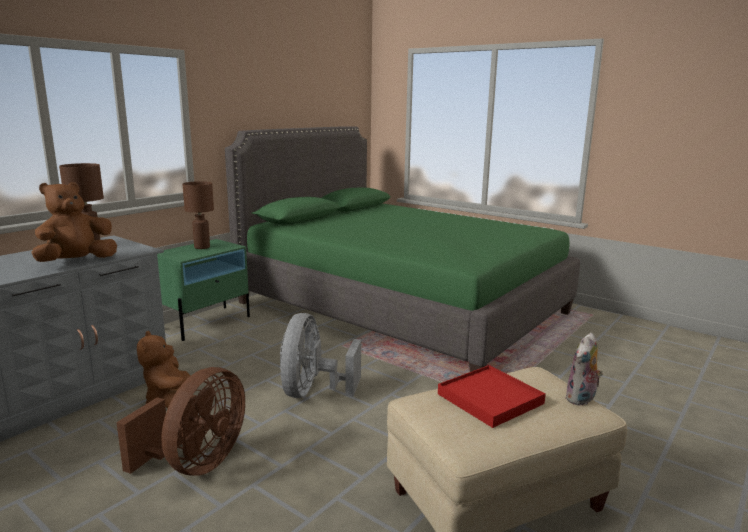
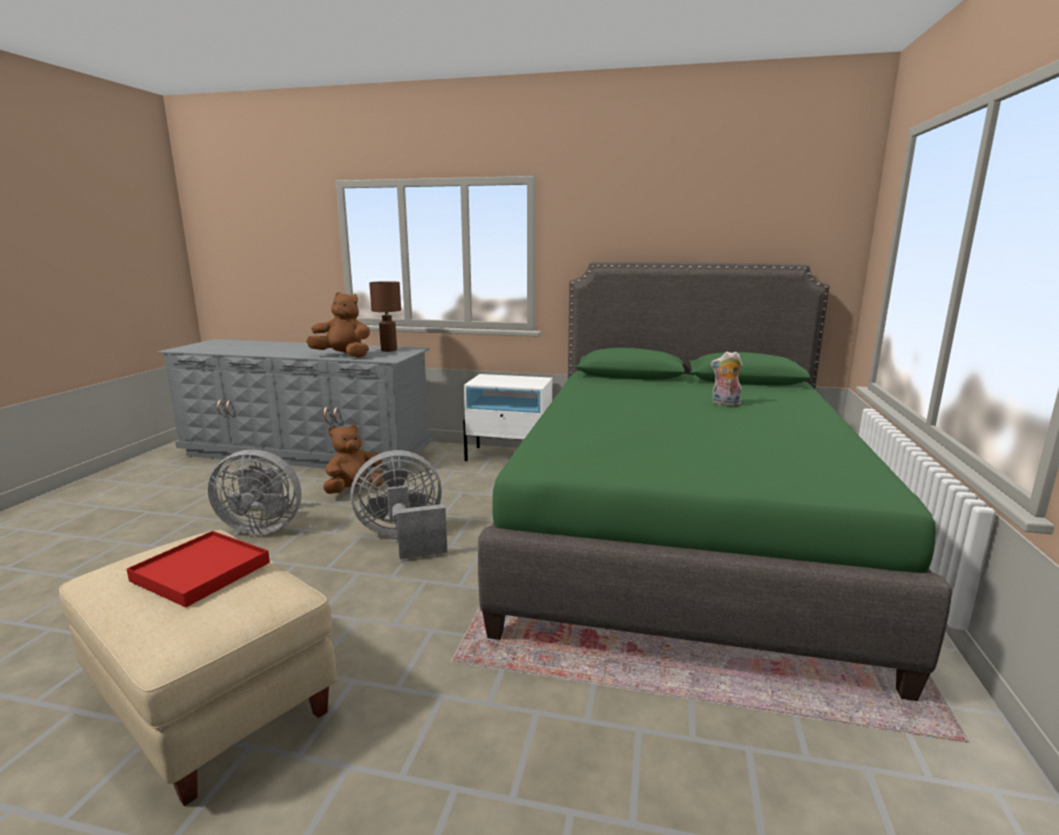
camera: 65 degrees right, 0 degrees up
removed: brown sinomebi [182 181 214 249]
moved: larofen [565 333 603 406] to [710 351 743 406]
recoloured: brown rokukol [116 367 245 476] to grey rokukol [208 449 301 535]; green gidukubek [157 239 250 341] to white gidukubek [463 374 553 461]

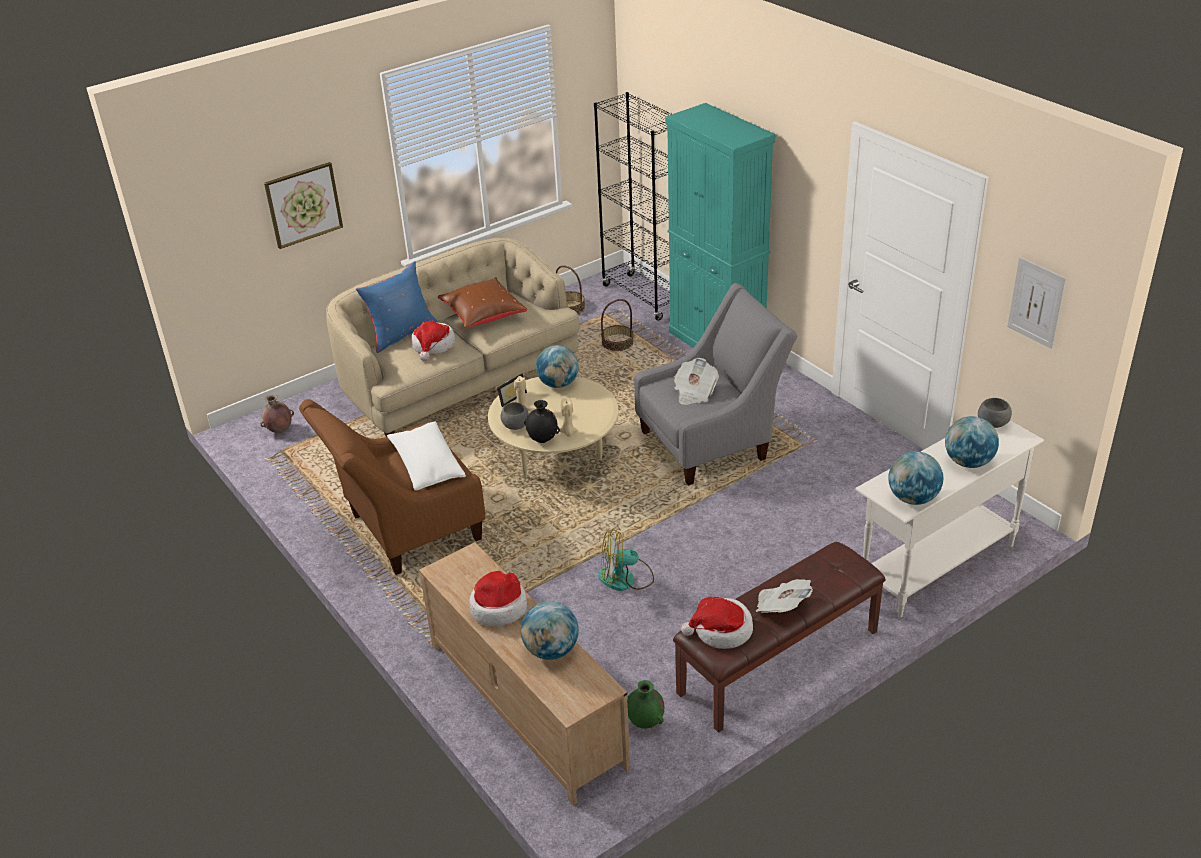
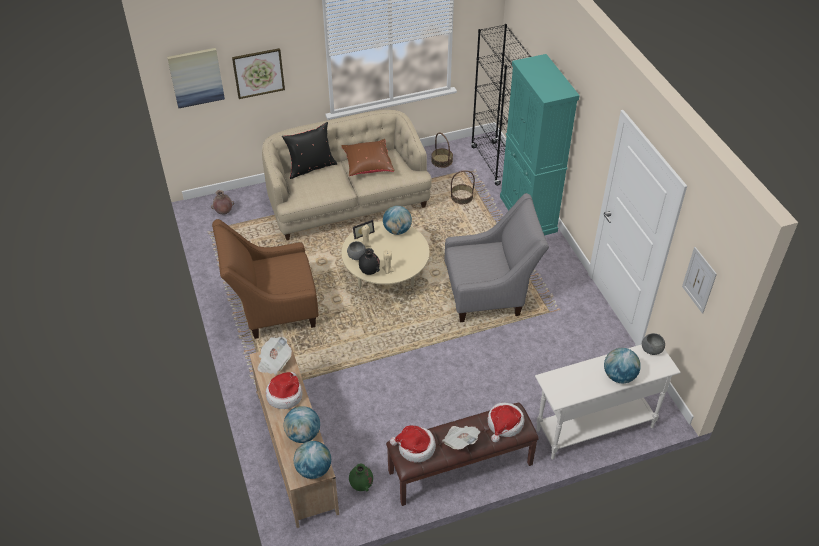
camera: 15 degrees right, 10 degrees up
removed: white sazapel [387 422 466 491]; rokukol [598 529 654 591]
added: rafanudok [167 48 225 108]
moved: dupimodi [674 358 719 405] to [257 337 292 375]; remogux [888 451 943 505] to [294 441 331 479]; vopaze [411 321 455 361] to [488 403 524 442]
recoloured: blue sazapel [356 261 438 353] to black sazapel [282 122 337 179]

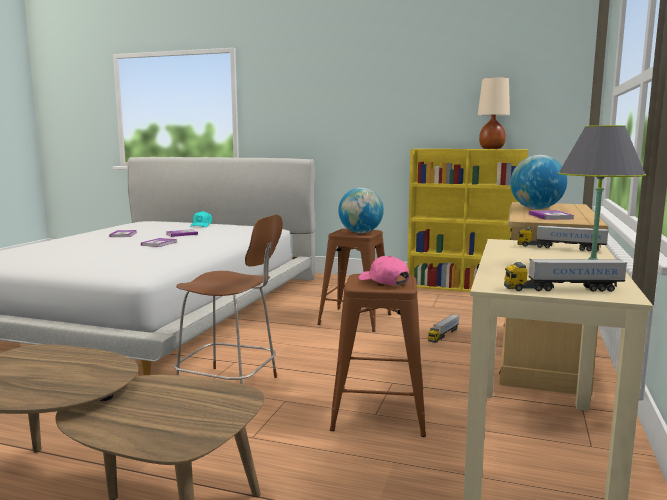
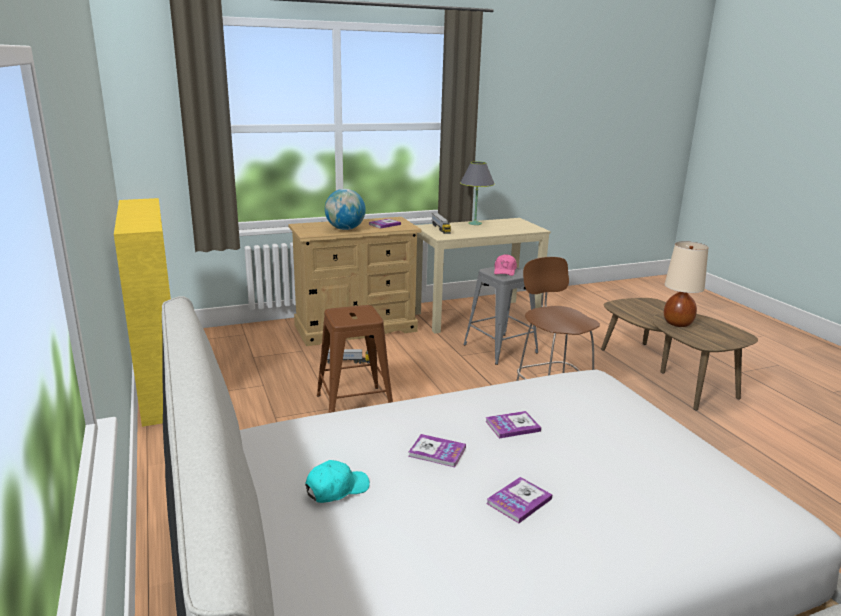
camera: 130 degrees left, 10 degrees up
removed: remogux [338 188 384 233]; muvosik [504 259 627 292]
moved: beige sinomebi [478 77 510 149] to [664 241 709 327]
recoloured: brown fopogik [330 274 426 437] to grey fopogik [463 267 538 365]

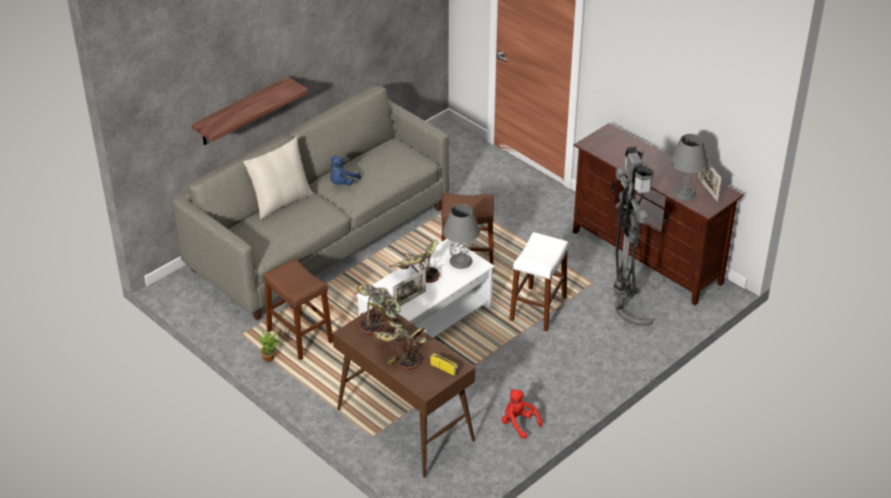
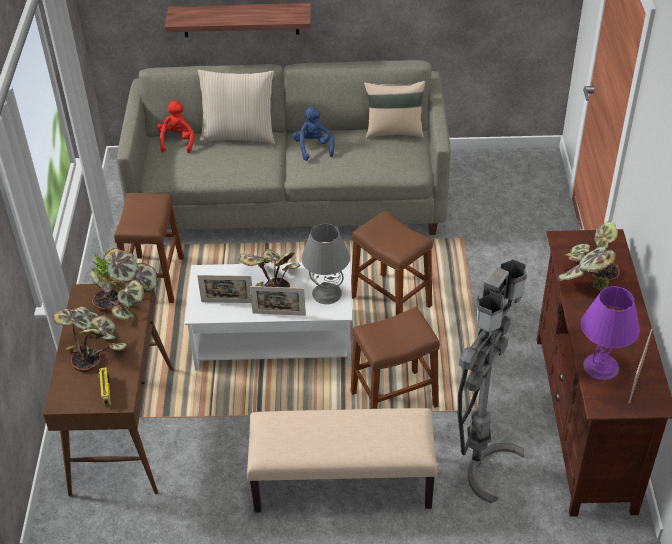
camera: 45 degrees right, 5 degrees up
added: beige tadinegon [247 408 437 512]; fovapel [250 286 306 316]; beige sazapel [364 81 425 139]; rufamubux [558 221 620 291]
moved: red larofen [501 389 543 439] to [157 101 194 153]
recoloured: white fopogik [509 232 568 332] to brown fopogik [351 307 440 409]; grey sinomebi [670 134 708 200] to purple sinomebi [581 286 640 380]
turned: blue larofen [330 156 361 185] = [292 107 334 161] 90 degrees clockwise

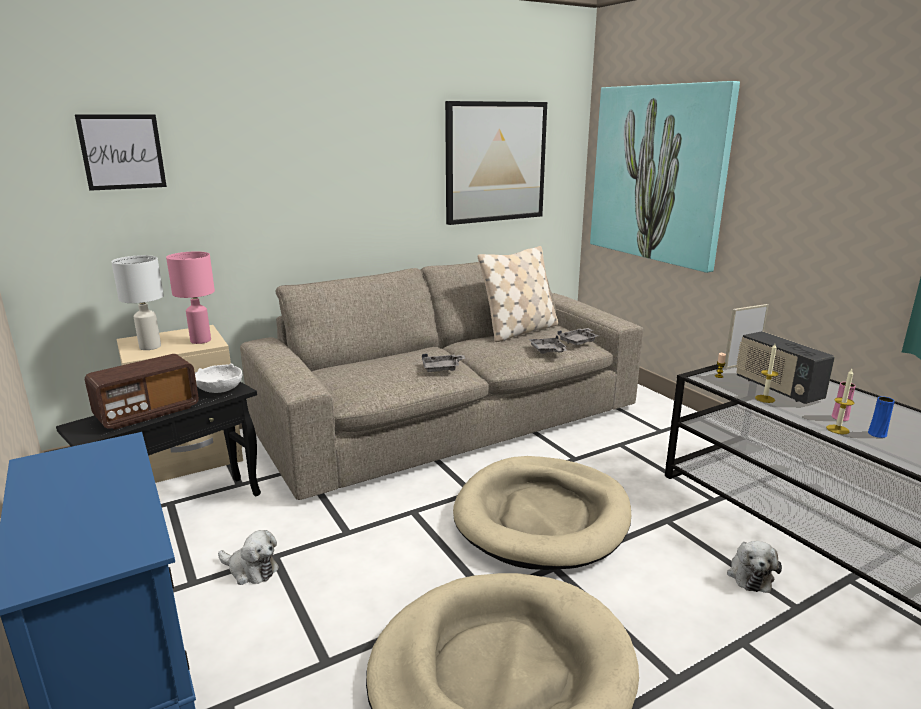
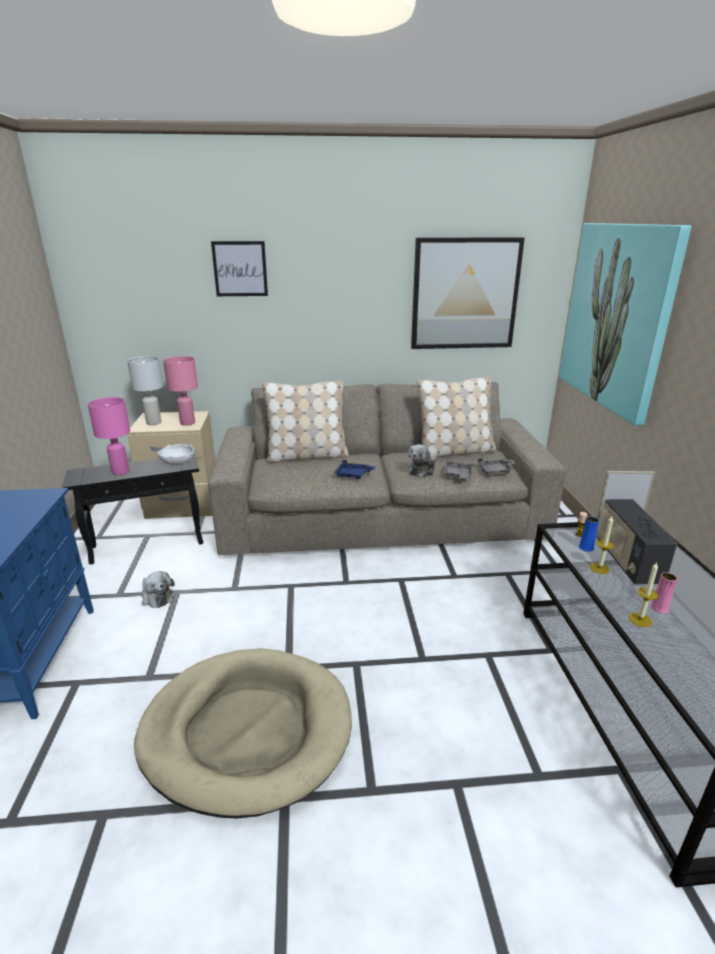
camera: 25 degrees right, 5 degrees up
removed: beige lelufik [453 456 631 570]
added: beige sazapel [262 380 349 463]
moved: rafanudok [75 114 167 191] to [211 241 268 296]; larofen [727 541 782 593] to [408 444 437 478]; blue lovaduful [868 396 895 438] to [579 517 599 552]
replaced: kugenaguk [85 354 199 430] to pink sinomebi [88 397 130 475]
recoloured: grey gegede [422 353 465 372] to blue gegede [334 460 376 479]

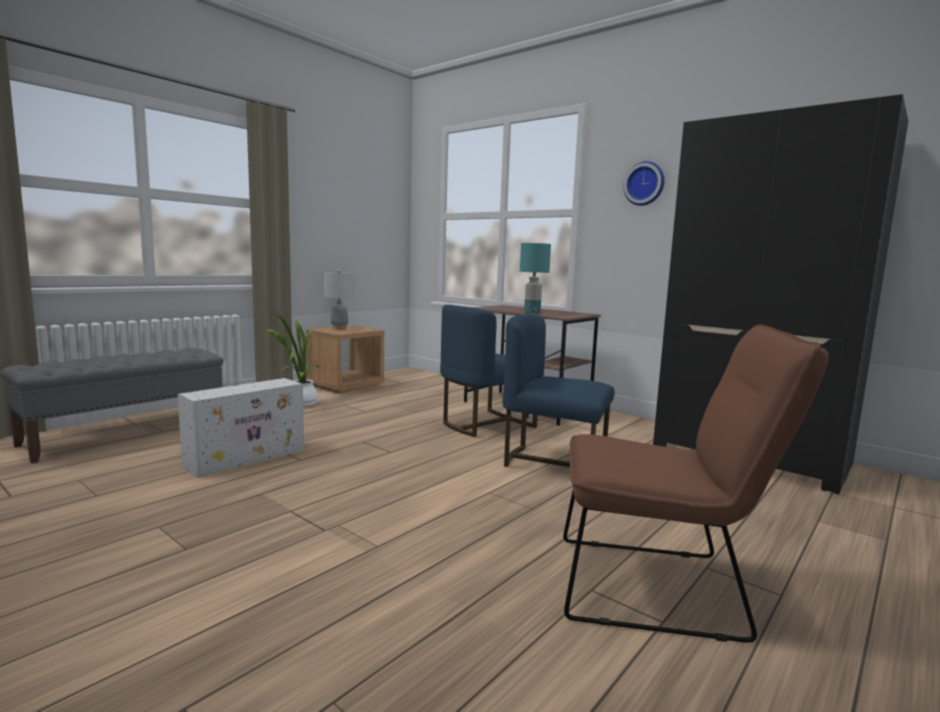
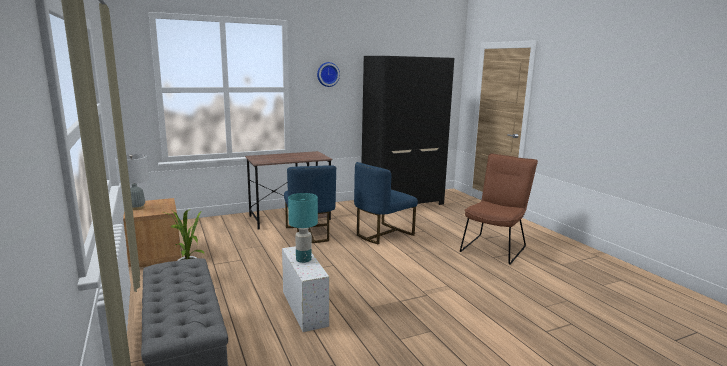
camera: 65 degrees left, 5 degrees up
moved: turquoise sinomebi [520 243 551 313] to [288 193 318 263]

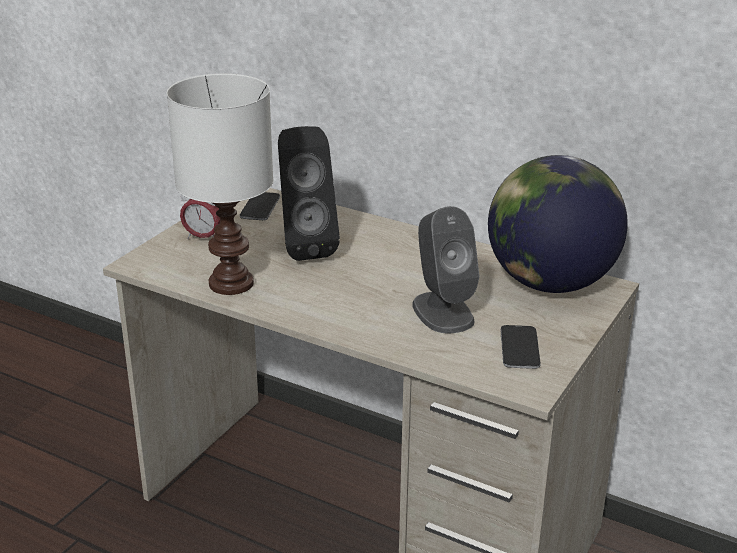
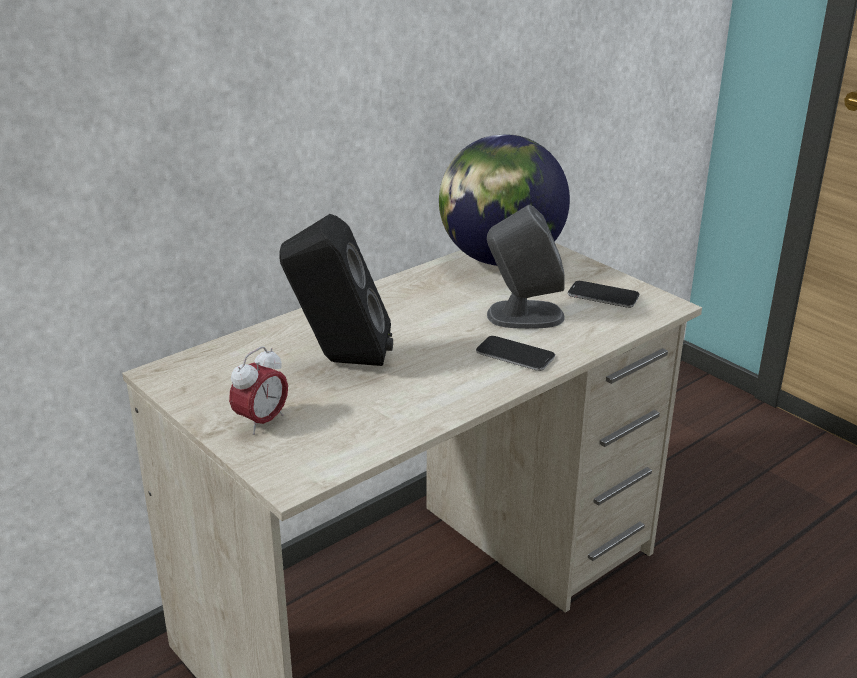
camera: 70 degrees left, 0 degrees up
removed: white sinomebi [167 74 274 295]
moved: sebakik [240 192 280 220] to [476 336 555 371]

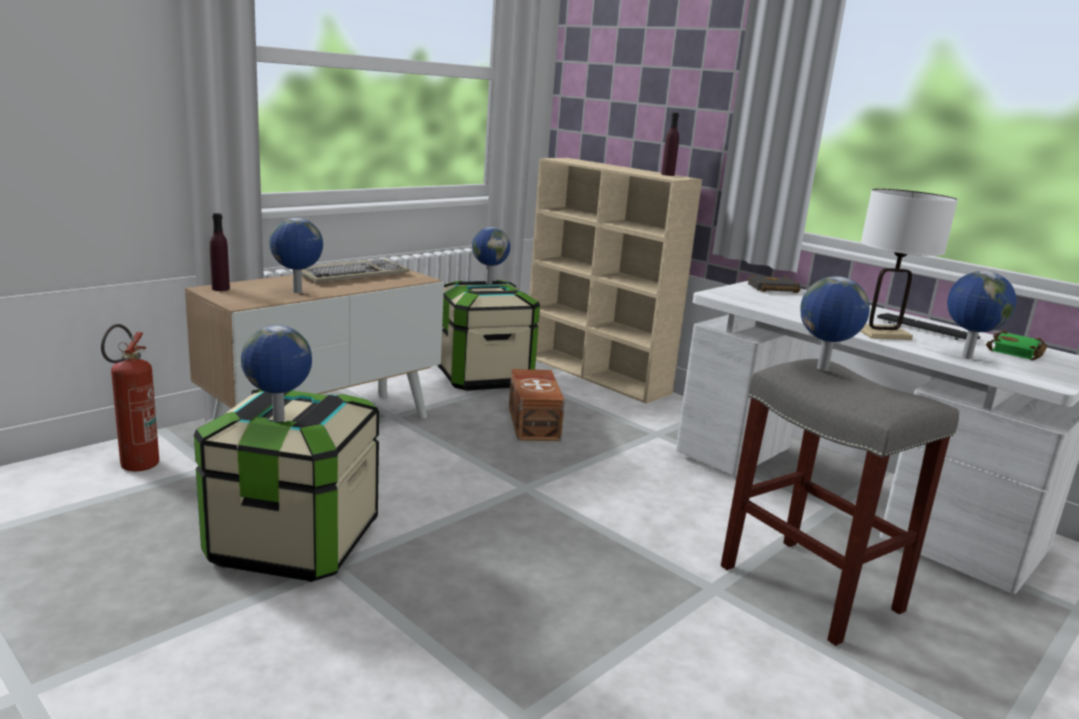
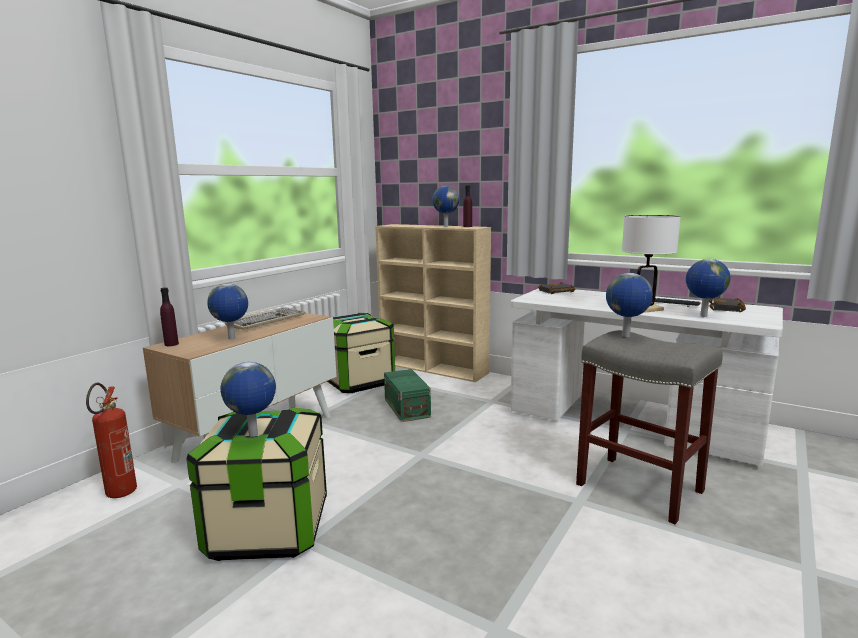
camera: 10 degrees left, 5 degrees down
moved: remogux [472 227 511 284] to [432 186 459 227]
recoloured: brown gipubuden [509 369 565 441] to green gipubuden [384 369 431 422]; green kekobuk [986 330 1047 360] to black kekobuk [709 297 746 312]

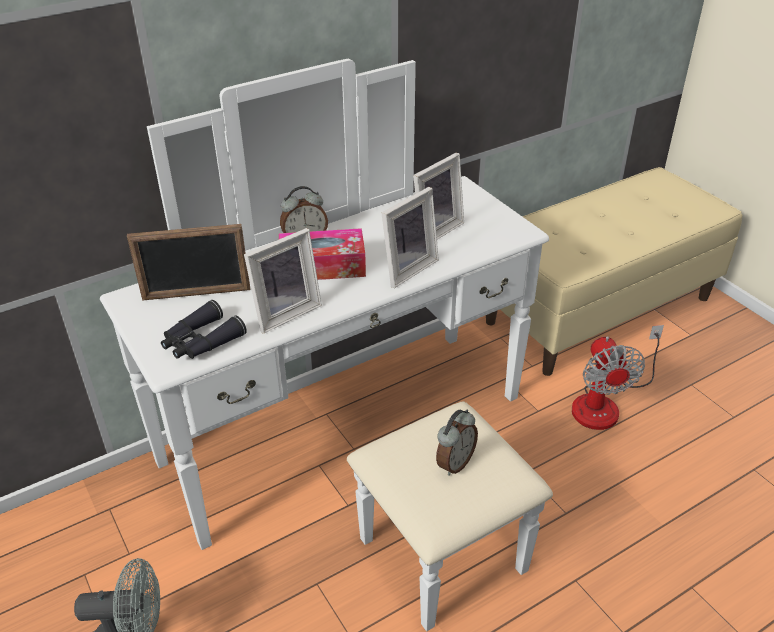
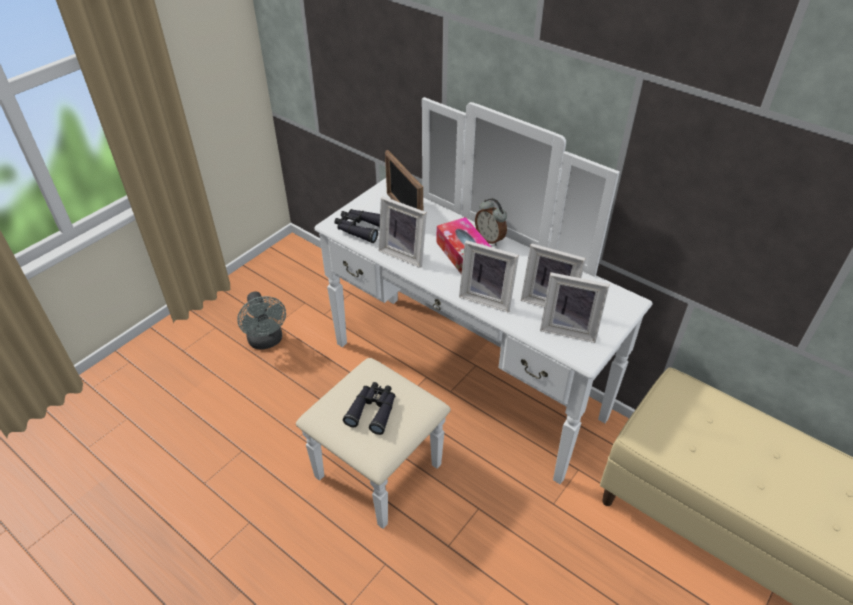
camera: 70 degrees right, 5 degrees up
removed: rokukol [572 325 664 430]
added: fovapel [540 272 610 343]
replaced: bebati [436 410 478 476] to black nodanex [343 382 395 435]

